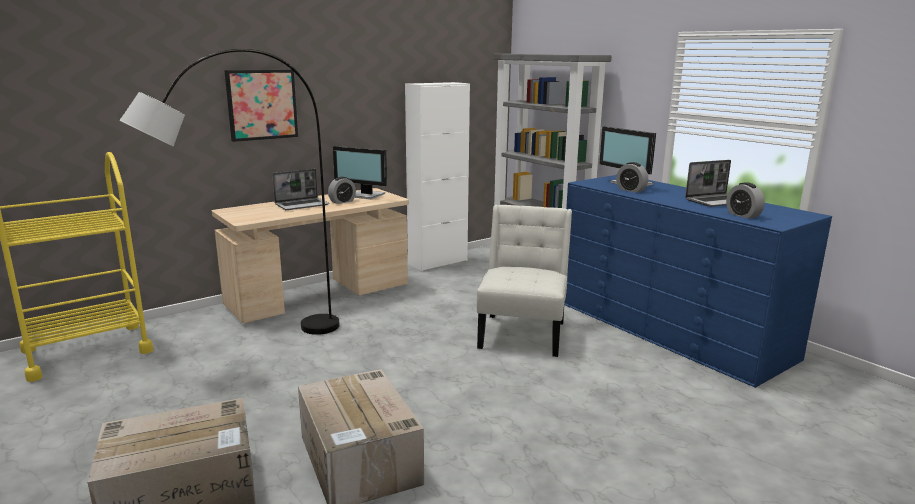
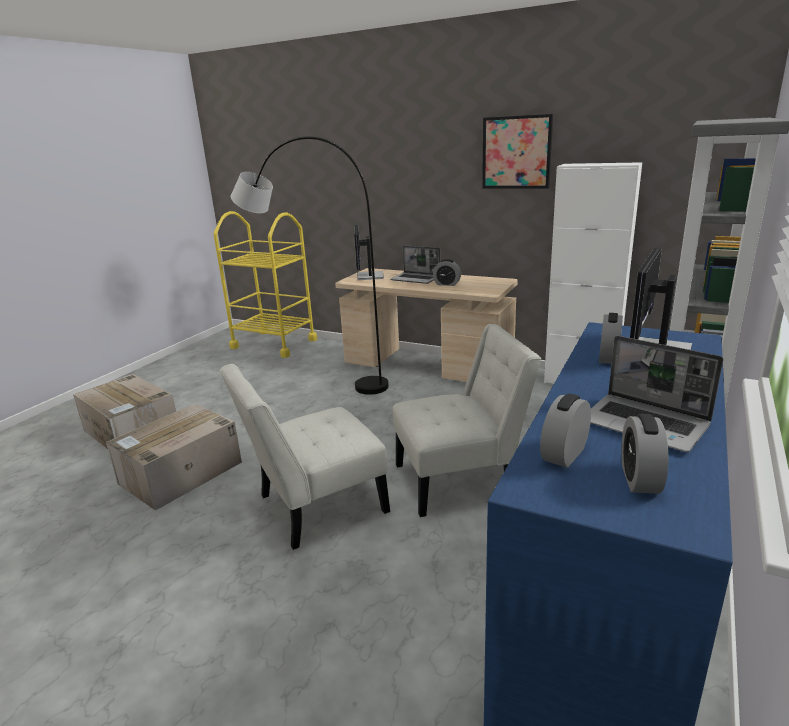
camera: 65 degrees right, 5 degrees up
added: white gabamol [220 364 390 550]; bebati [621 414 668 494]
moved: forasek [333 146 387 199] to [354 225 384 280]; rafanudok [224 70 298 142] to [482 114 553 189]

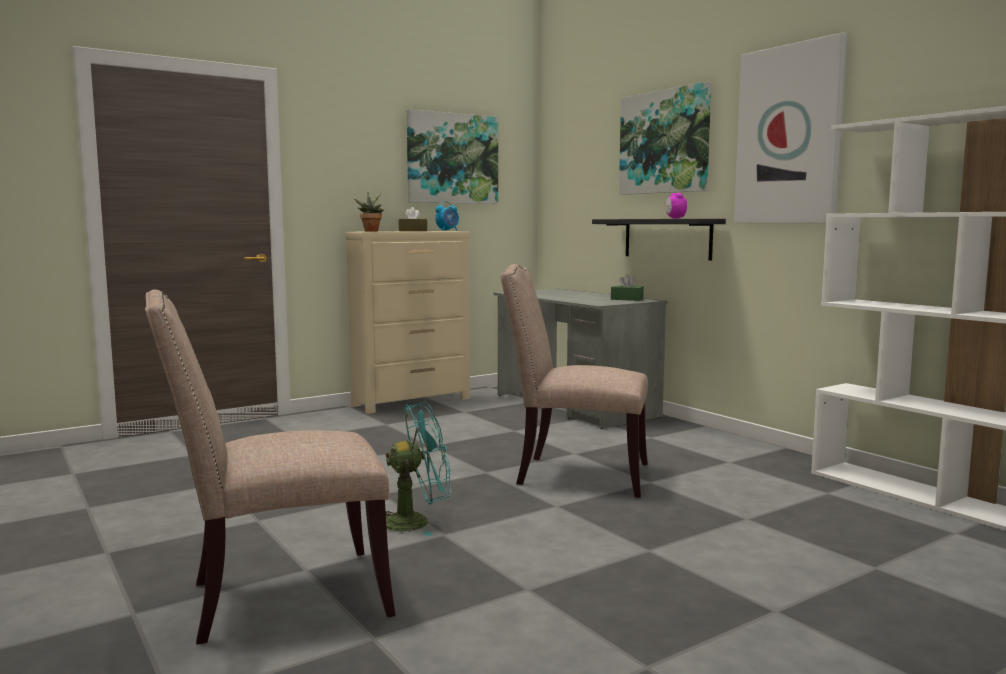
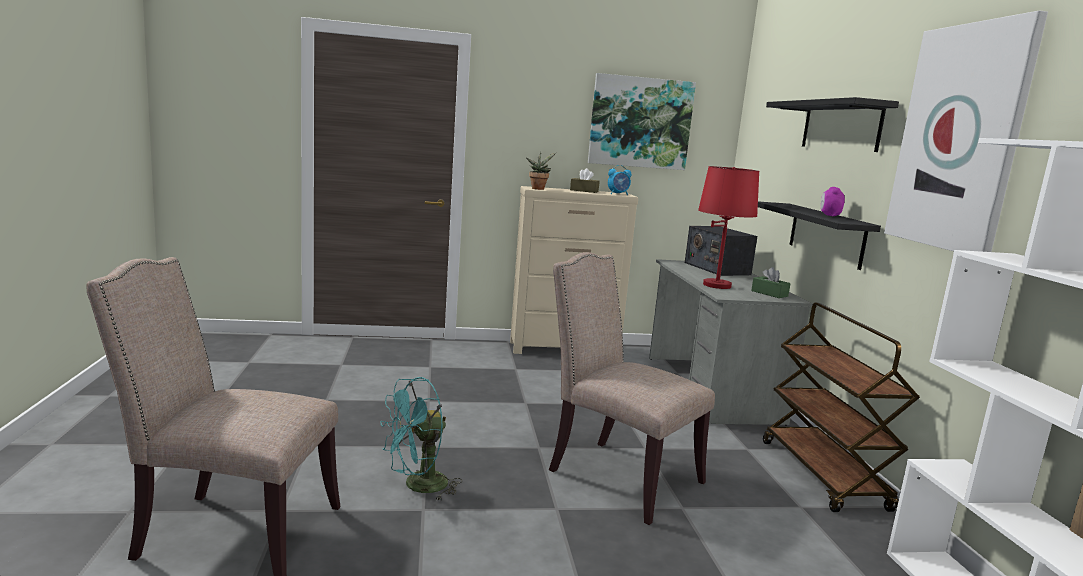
camera: 25 degrees right, 5 degrees up
added: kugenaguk [685 226 757 276]; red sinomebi [698 166 759 289]; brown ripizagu [763 303 920 512]
replaced: rafanudok [619 82 711 195] to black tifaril [766 97 899 152]
turned: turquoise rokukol [385 402 451 536] = [380 377 462 502] 135 degrees clockwise

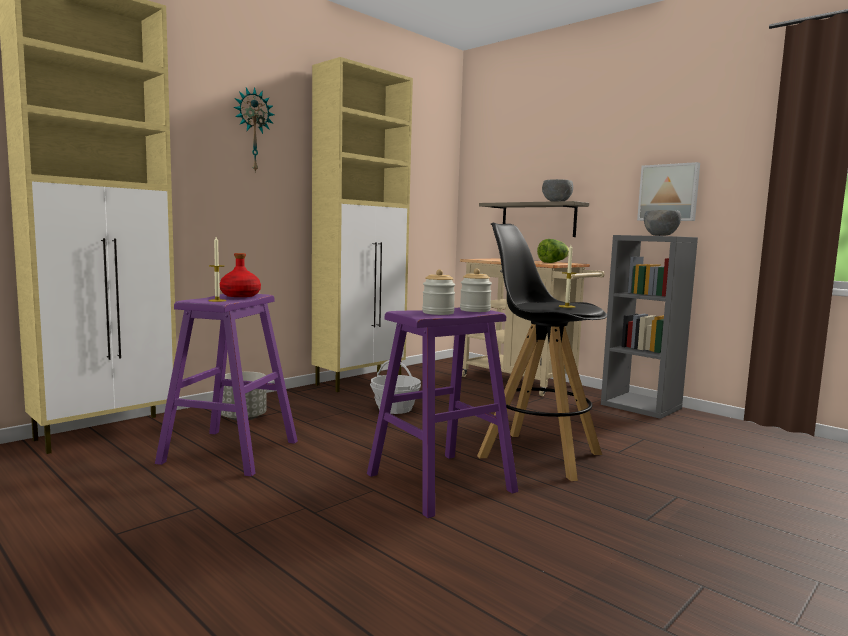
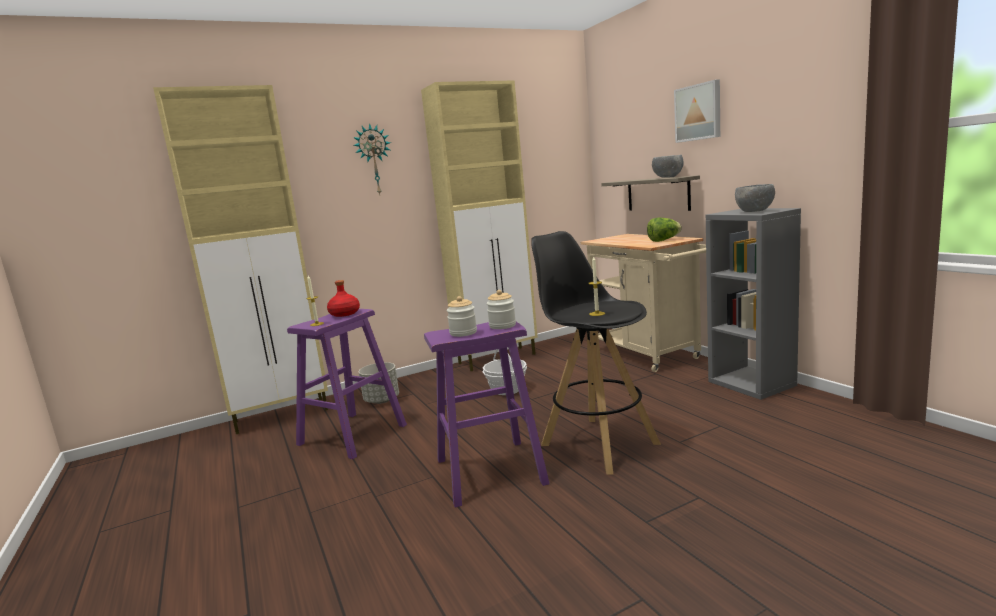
camera: 20 degrees right, 5 degrees up
moved: rafanudok [637 162 700 221] to [674 80 720 143]

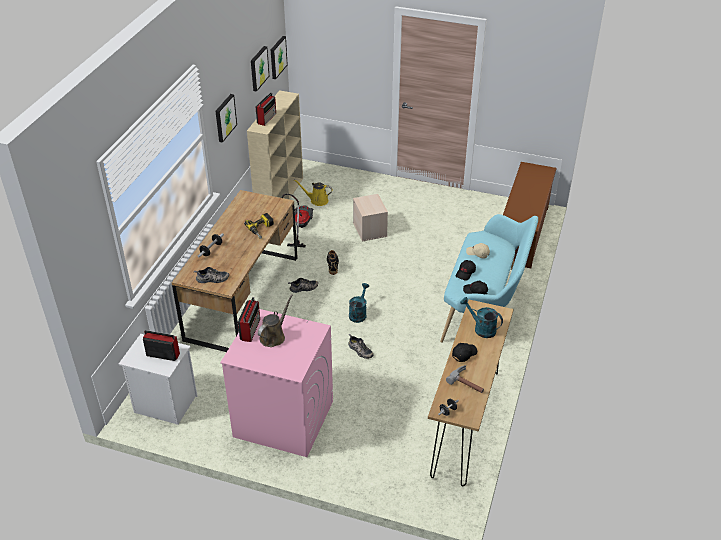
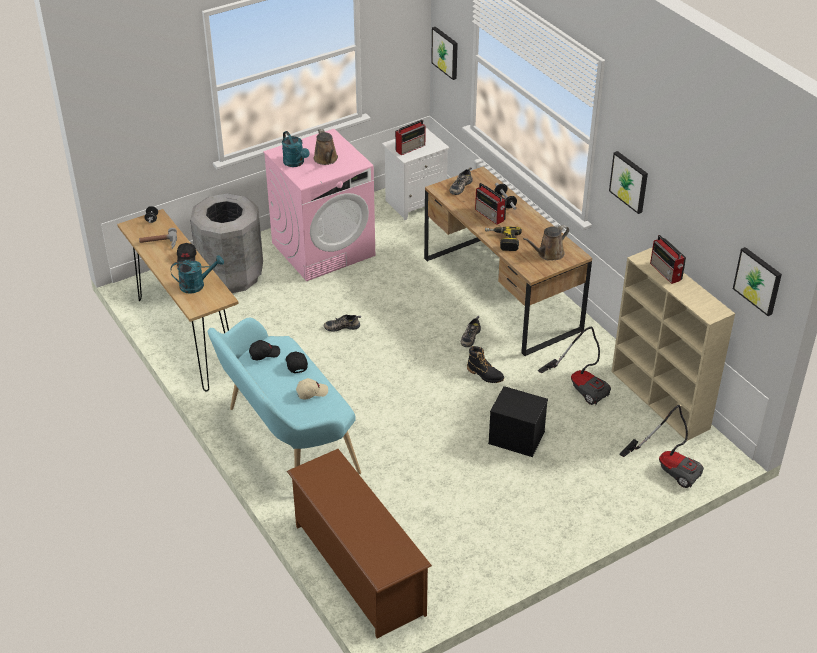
camera: 130 degrees right, 0 degrees up
removed: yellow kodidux [294 179 333 206]
added: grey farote [190 193 263 293]; brown kodidux [523 225 569 261]; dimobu [619 405 704 488]
moved: turquoise kodidux [349 283 369 323] to [282 131 309 167]; rafanudok [251 46 269 92] to [431 27 458 80]; kugenaguk [238 297 260 342] to [475 183 506 225]
recoloured: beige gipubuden [353 194 388 241] to black gipubuden [488 386 548 457]

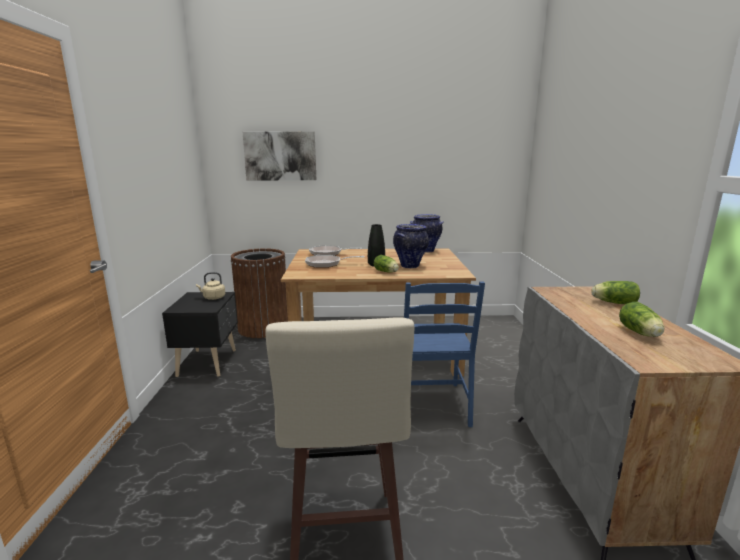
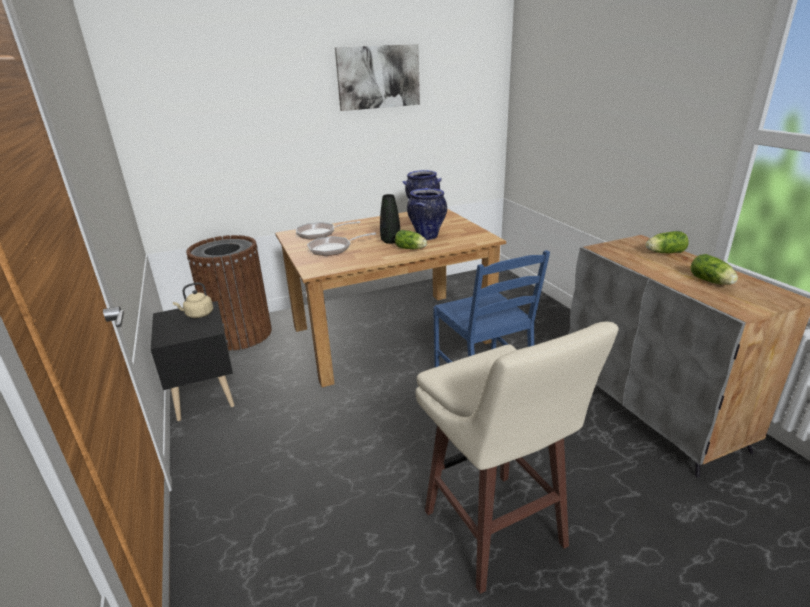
camera: 20 degrees left, 10 degrees up
moved: rafanudok [243 132 316 180] to [335 44 420 111]

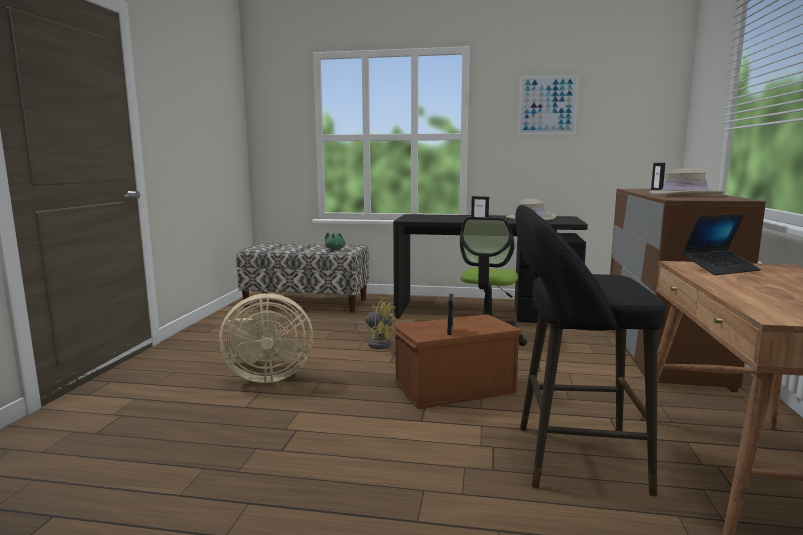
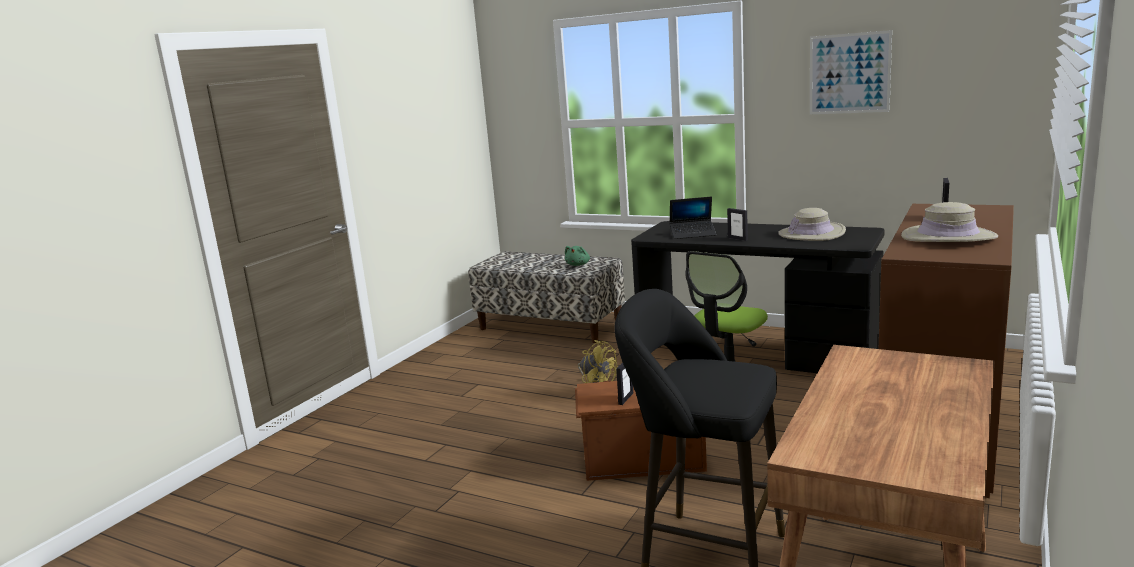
camera: 20 degrees right, 5 degrees up
removed: beige rokukol [219 293 313 383]
moved: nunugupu [682 213 761 275] to [669 197 716 239]

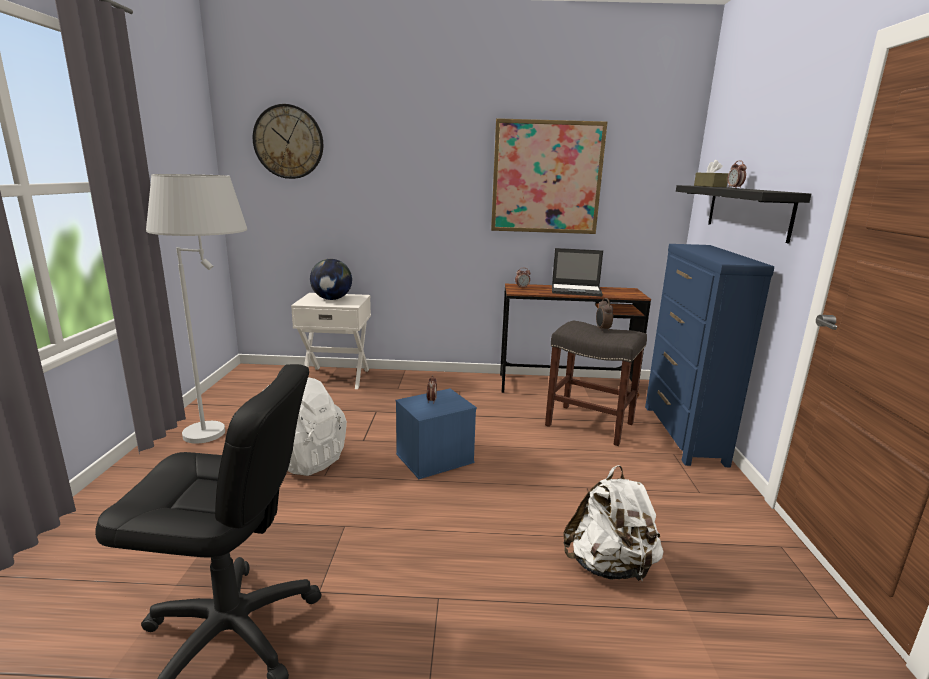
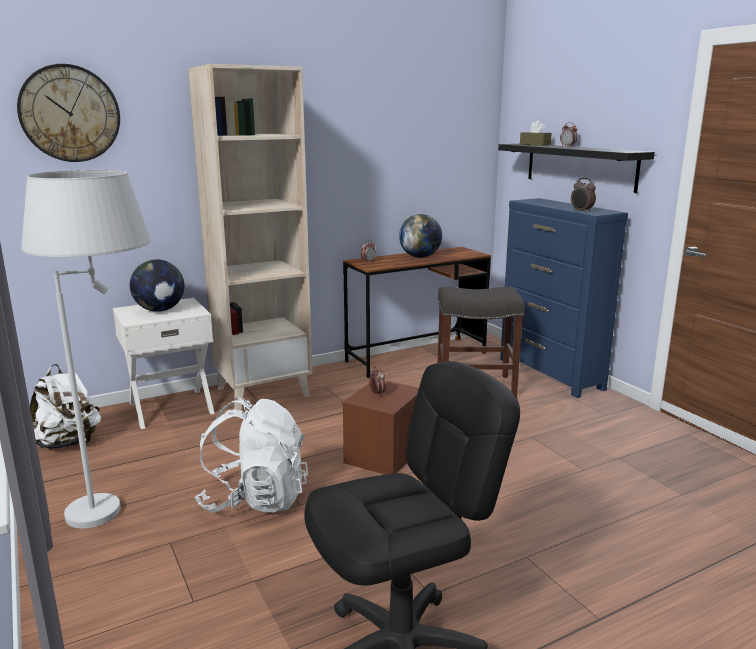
camera: 30 degrees left, 0 degrees up
removed: rafanudok [491 118 607 234]
added: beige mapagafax [188 64 313 411]
moved: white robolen [563 465 664 583] to [30 364 101 449]; bebati [596 298 613 332] to [571 178 596 213]
replaced: nunugupu [552 248 603 296] to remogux [399 214 442 258]
recoloured: blue gipubuden [396 388 477 479] to brown gipubuden [342 381 419 475]

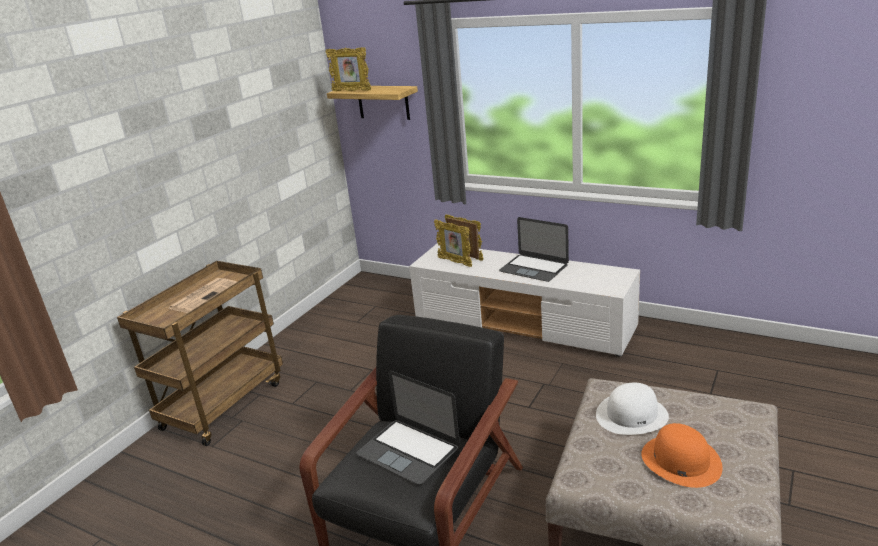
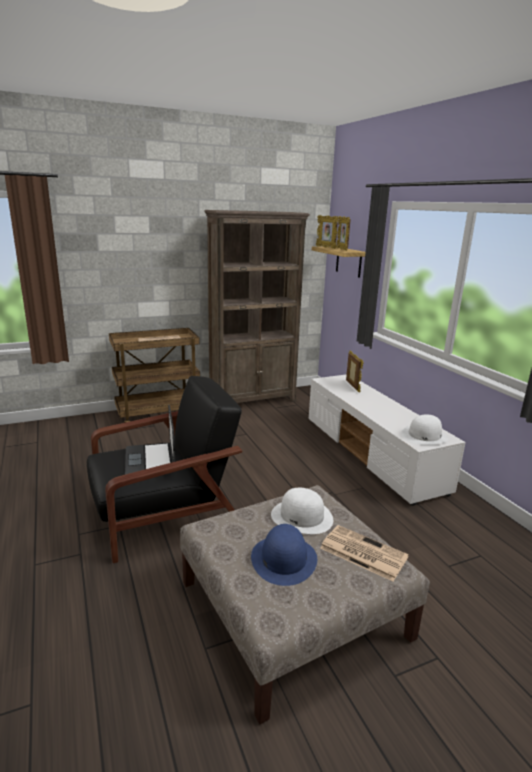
camera: 35 degrees right, 5 degrees down
removed: nunugupu [499 217 569 282]
added: brown mapagafax [204 210 310 403]; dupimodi [320 525 409 581]; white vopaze [401 414 449 445]
moved: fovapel [434 220 472 267] to [336 216 351 251]
recoloured: orange vopaze [641 423 723 488] to blue vopaze [251 524 317 586]

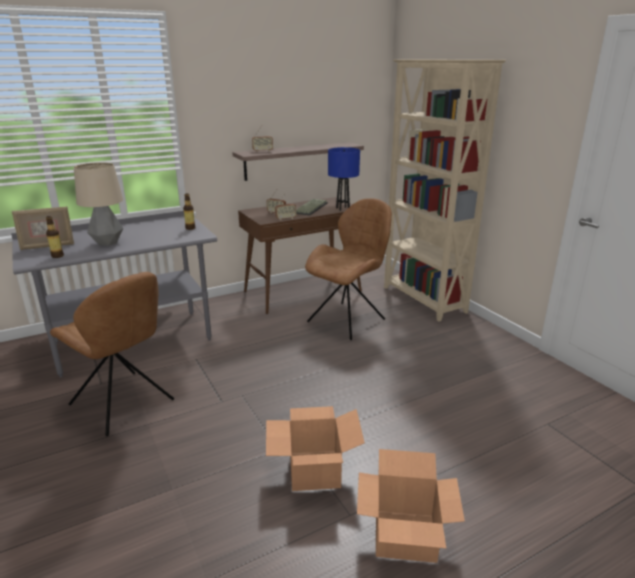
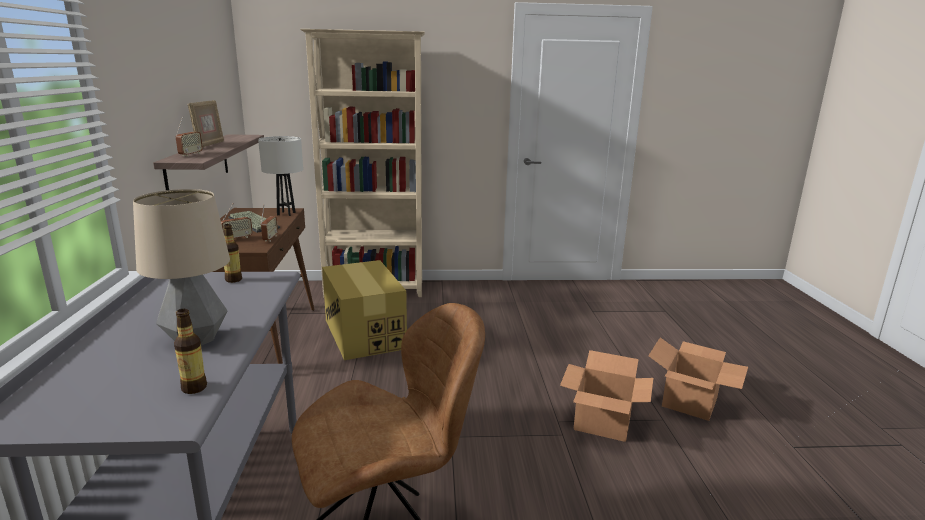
camera: 65 degrees left, 5 degrees down
moved: fovapel [12 206 74 250] to [187 100 224 147]
replaced: brown gabamol [305 198 392 340] to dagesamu [322 260 407 360]
recoloured: blue sinomebi [328 147 360 211] to white sinomebi [258 136 303 216]

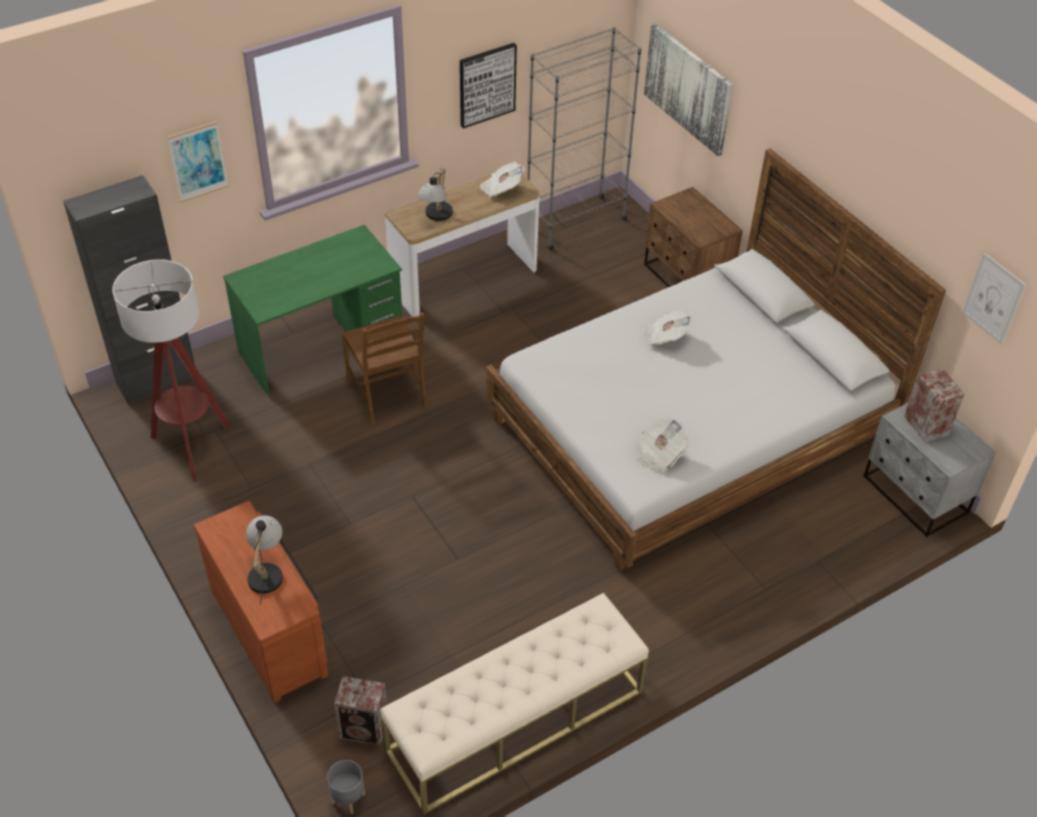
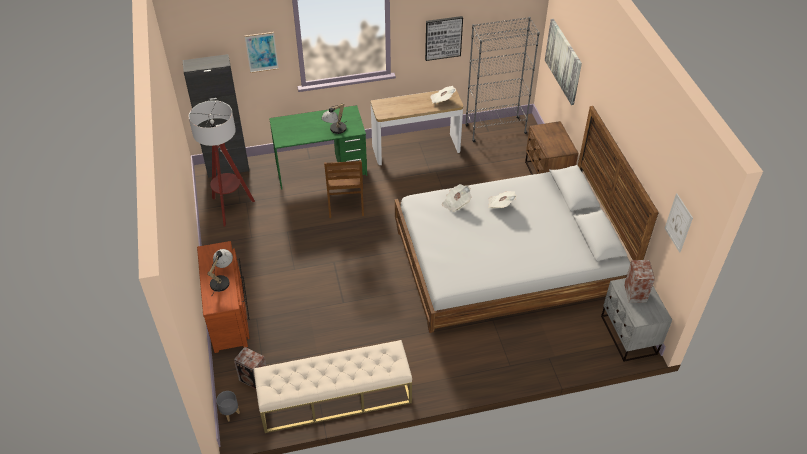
camera: 20 degrees right, 0 degrees up
moved: sinomebi [418 168 453 221] to [321 103 346 134]; dupimodi [636 419 689 472] to [442 184 471 212]

